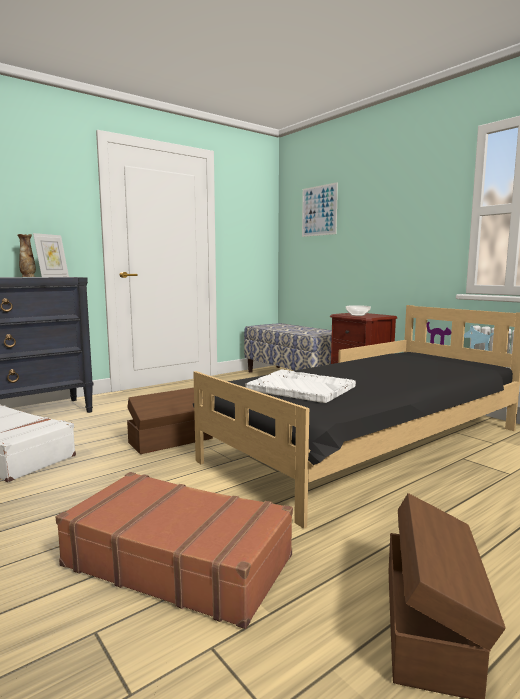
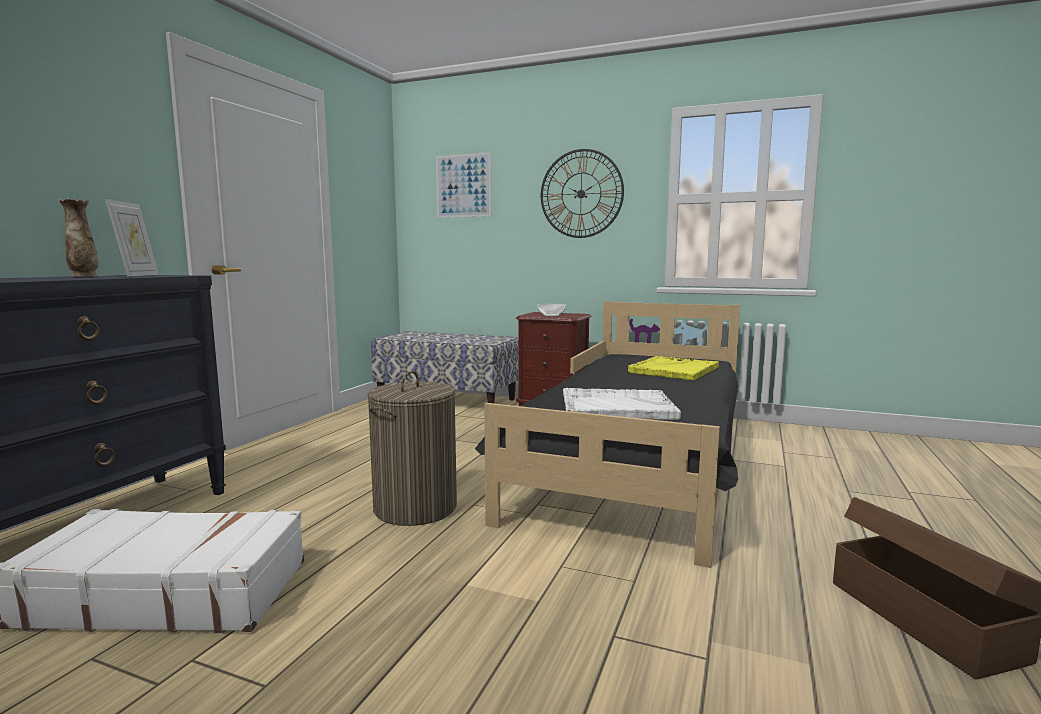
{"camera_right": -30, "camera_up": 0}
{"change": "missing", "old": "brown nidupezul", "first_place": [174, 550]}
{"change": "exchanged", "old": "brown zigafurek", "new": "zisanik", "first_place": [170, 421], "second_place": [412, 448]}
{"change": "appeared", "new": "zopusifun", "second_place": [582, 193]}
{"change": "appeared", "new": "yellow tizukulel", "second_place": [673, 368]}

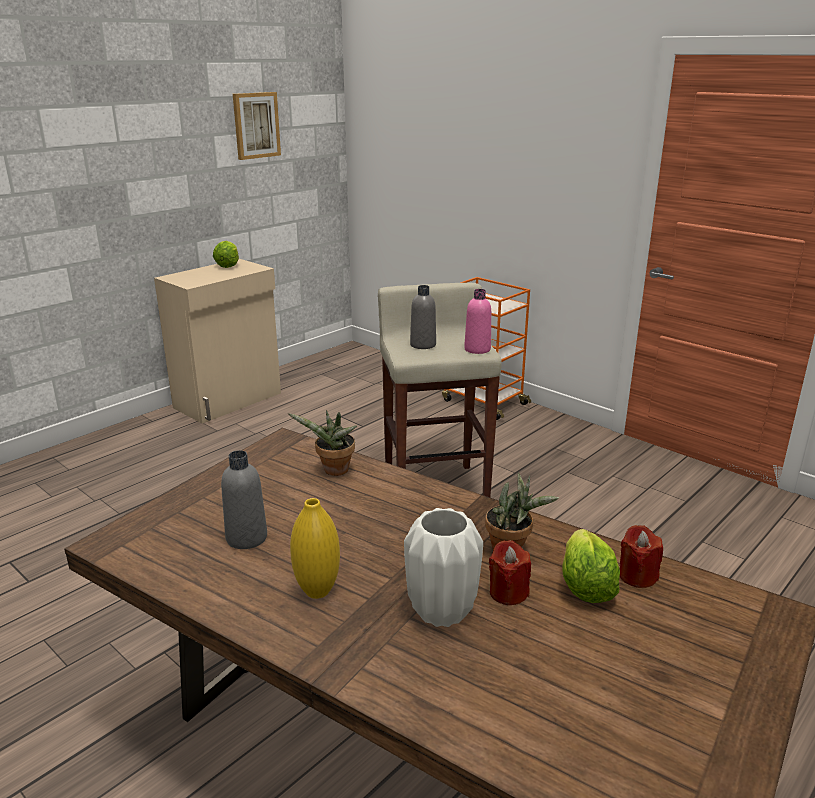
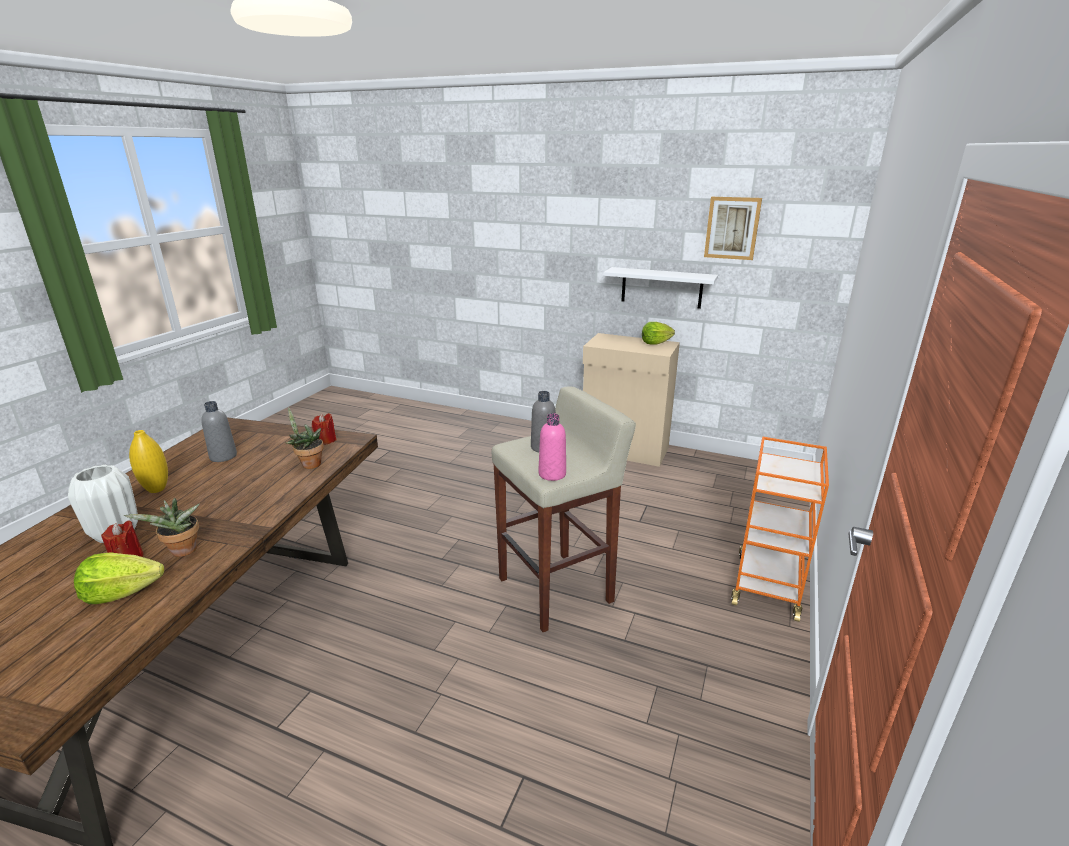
{"camera_right": 70, "camera_up": 0}
{"change": "relocated", "old": "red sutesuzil", "first_place": [641, 556], "second_place": [324, 429]}
{"change": "appeared", "new": "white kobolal", "second_place": [660, 288]}

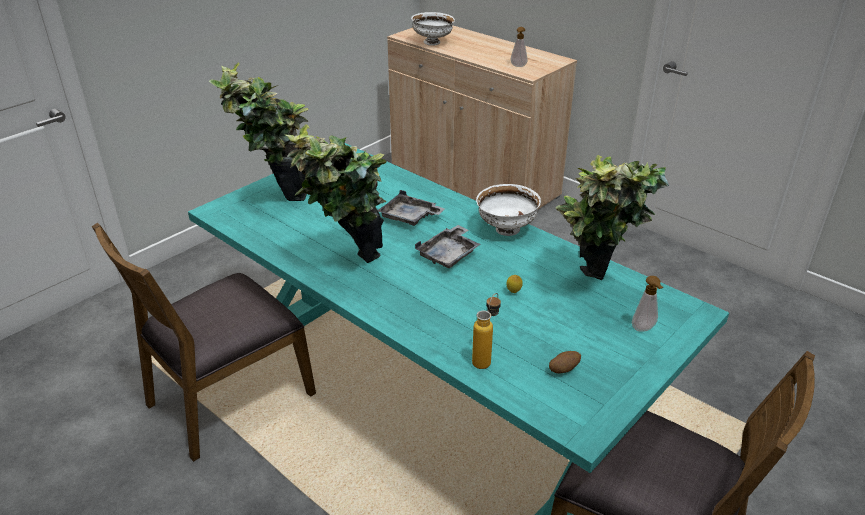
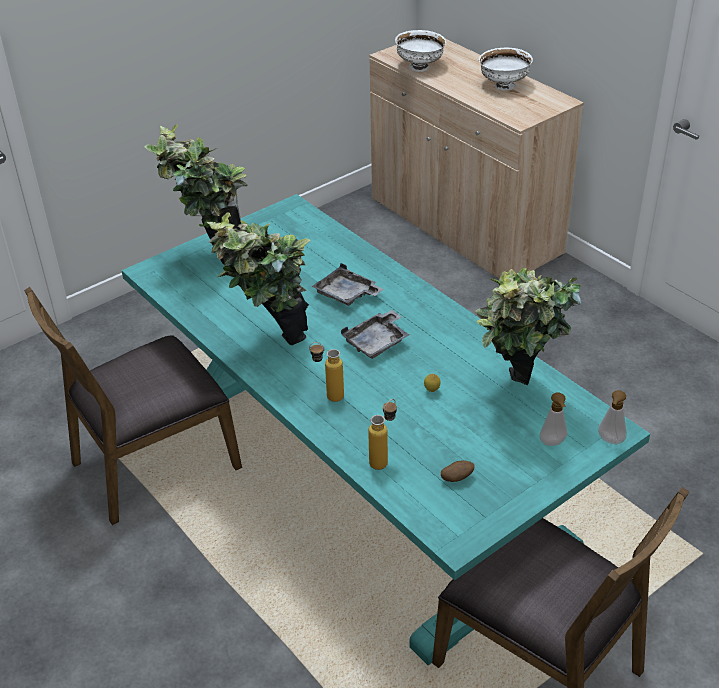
{"camera_right": 10, "camera_up": 5}
{"change": "relocated", "old": "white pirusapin", "first_place": [508, 210], "second_place": [506, 69]}
{"change": "relocated", "old": "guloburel", "first_place": [519, 47], "second_place": [612, 417]}
{"change": "appeared", "new": "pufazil", "second_place": [326, 372]}

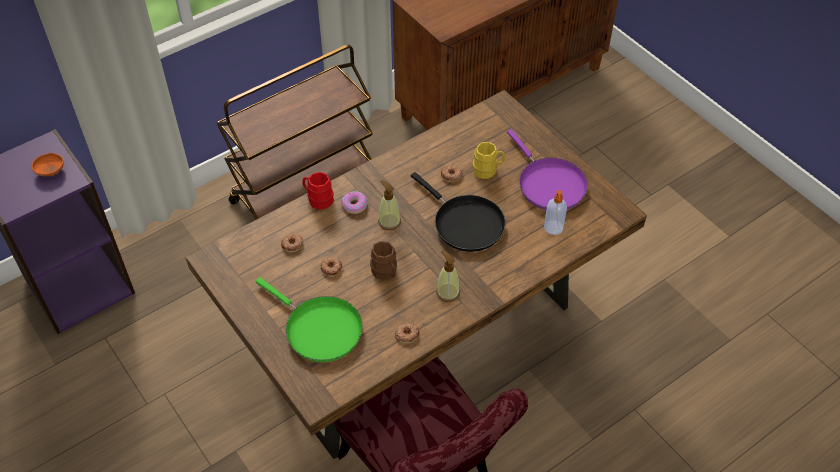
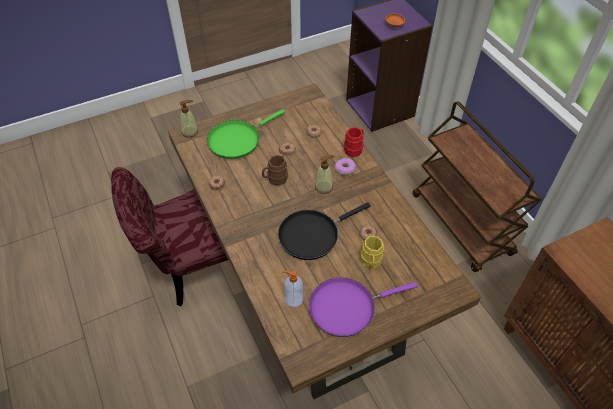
{"camera_right": 100, "camera_up": 0}
{"change": "relocated", "old": "guloburel", "first_place": [448, 276], "second_place": [189, 119]}

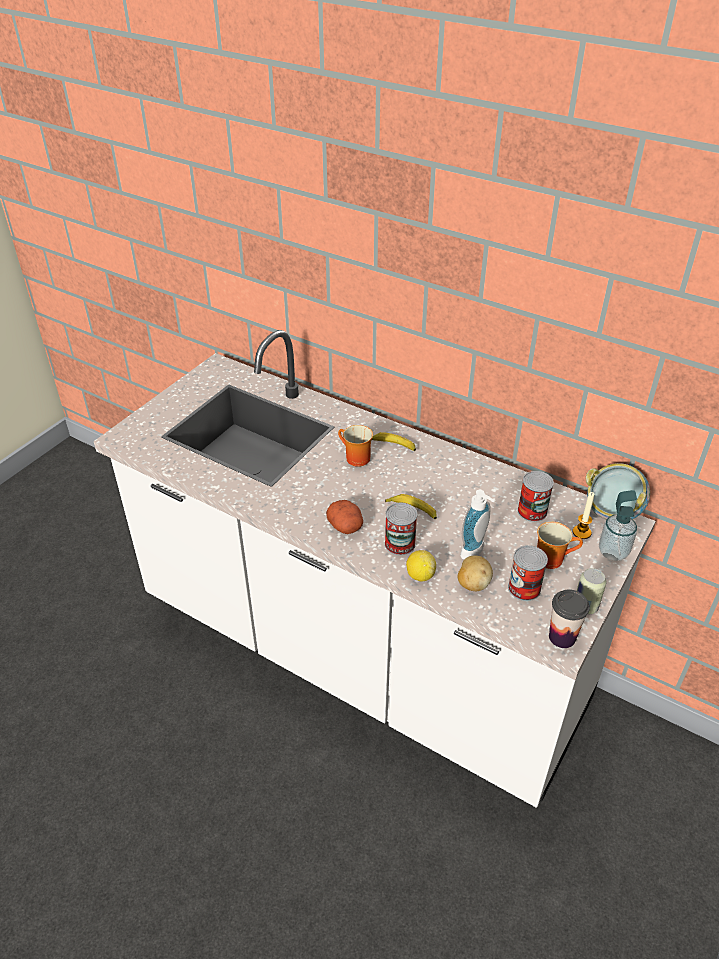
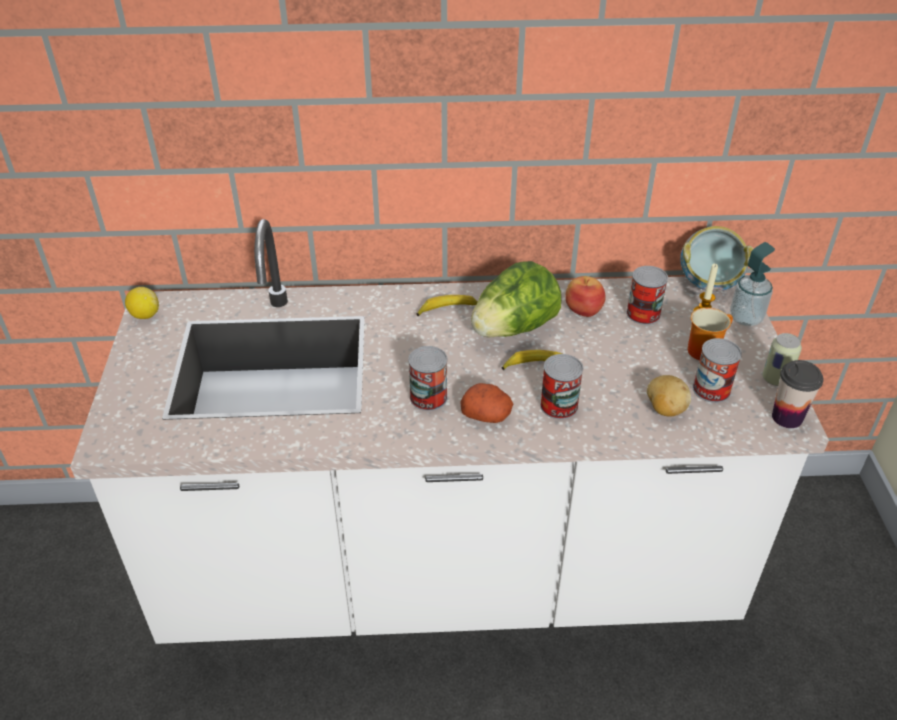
{"camera_right": -35, "camera_up": 0}
{"change": "missing", "old": "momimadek", "first_place": [355, 446]}
{"change": "relocated", "old": "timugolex", "first_place": [421, 566], "second_place": [142, 303]}
{"change": "missing", "old": "guloburel", "first_place": [477, 525]}
{"change": "appeared", "new": "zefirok", "second_place": [427, 378]}
{"change": "appeared", "new": "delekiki", "second_place": [516, 299]}
{"change": "appeared", "new": "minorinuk", "second_place": [585, 296]}

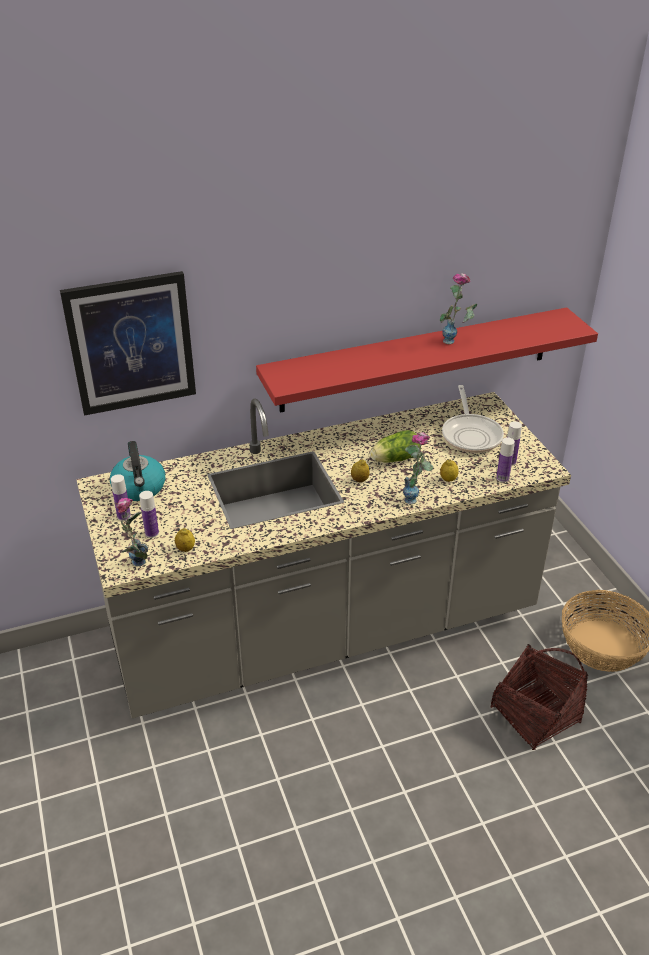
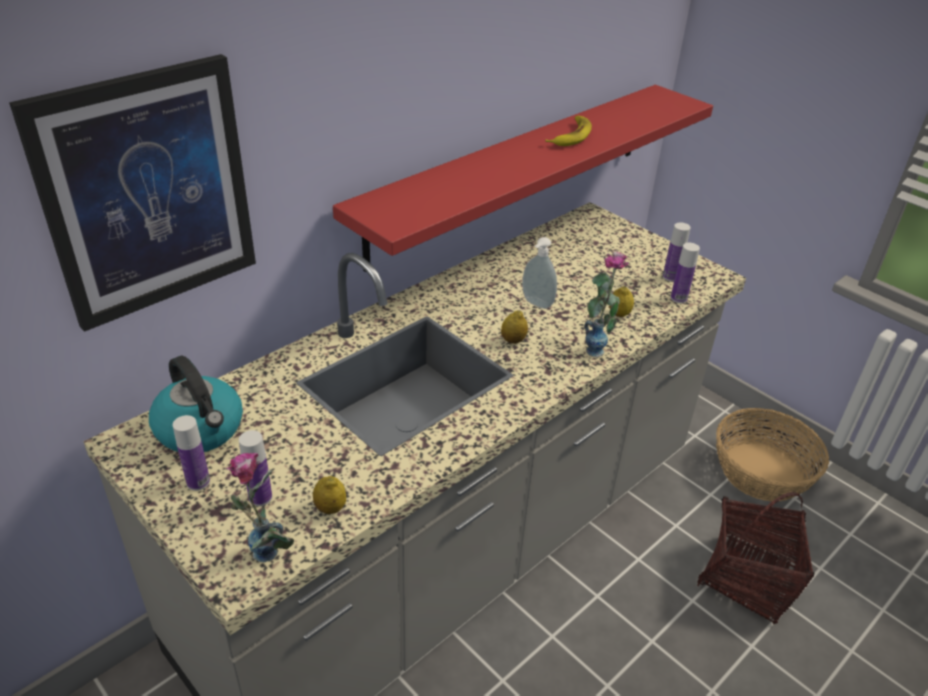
{"camera_right": -25, "camera_up": 0}
{"change": "exchanged", "old": "delekiki", "new": "guloburel", "first_place": [395, 446], "second_place": [539, 273]}
{"change": "exchanged", "old": "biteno", "new": "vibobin", "first_place": [459, 308], "second_place": [568, 131]}
{"change": "missing", "old": "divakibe", "first_place": [473, 419]}

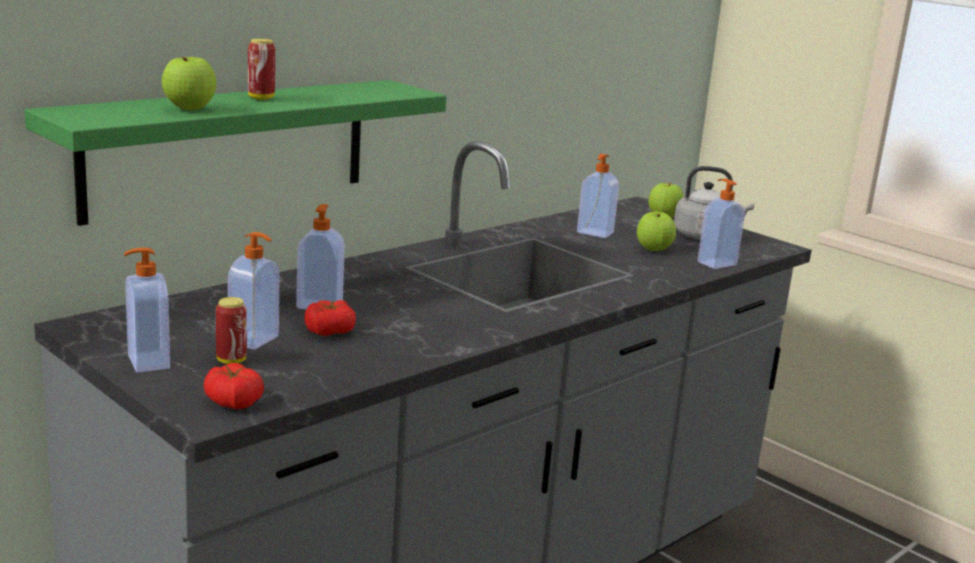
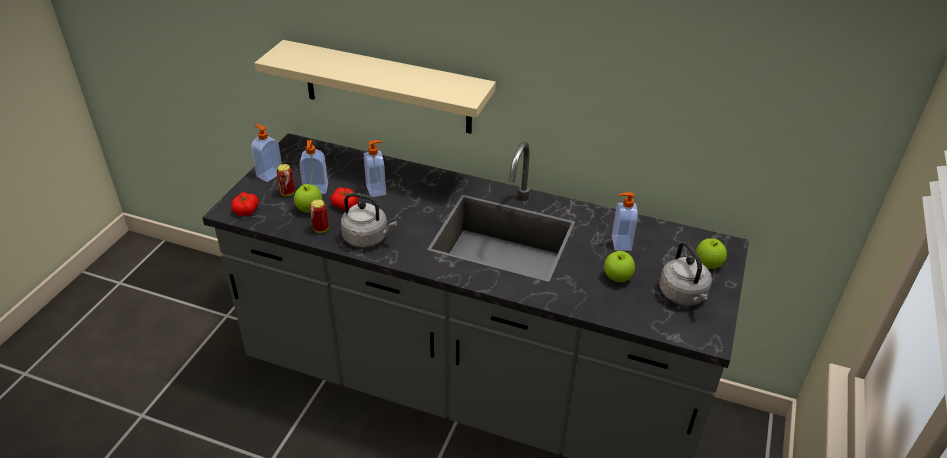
{"camera_right": 65, "camera_up": 20}
{"change": "colour", "old": "green kobolal", "new": "beige kobolal", "first_place": [235, 153], "second_place": [375, 87]}
{"change": "relocated", "old": "minorinuk", "first_place": [189, 83], "second_place": [308, 198]}
{"change": "relocated", "old": "zefirok", "first_place": [261, 69], "second_place": [319, 216]}
{"change": "missing", "old": "guloburel", "first_place": [721, 224]}
{"change": "appeared", "new": "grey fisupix", "second_place": [369, 220]}

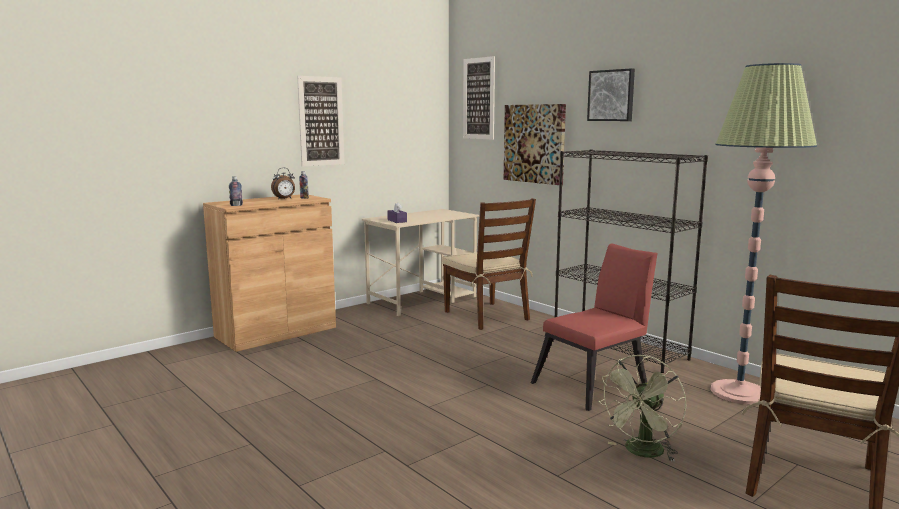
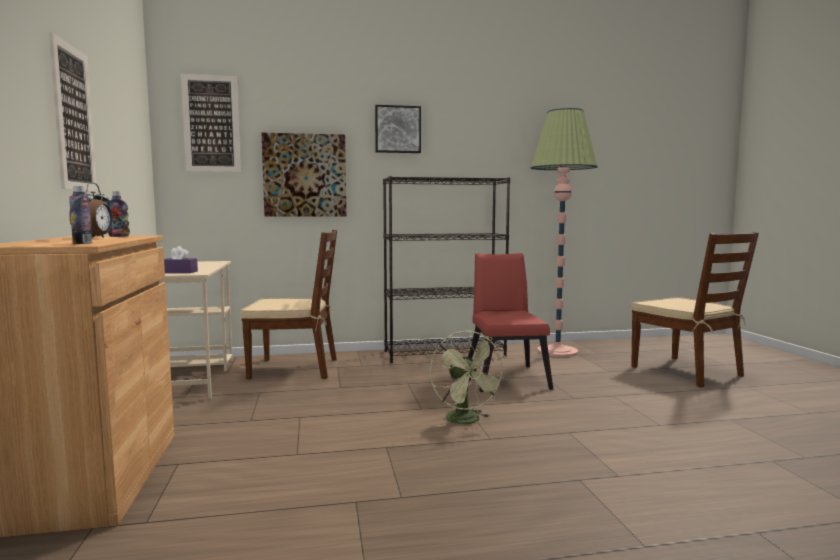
{"camera_right": -60, "camera_up": -5}
{"change": "relocated", "old": "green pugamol", "first_place": [642, 408], "second_place": [468, 378]}

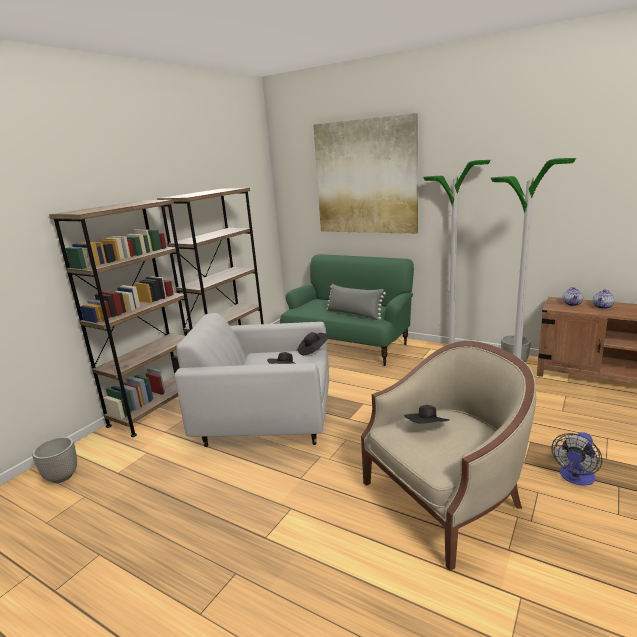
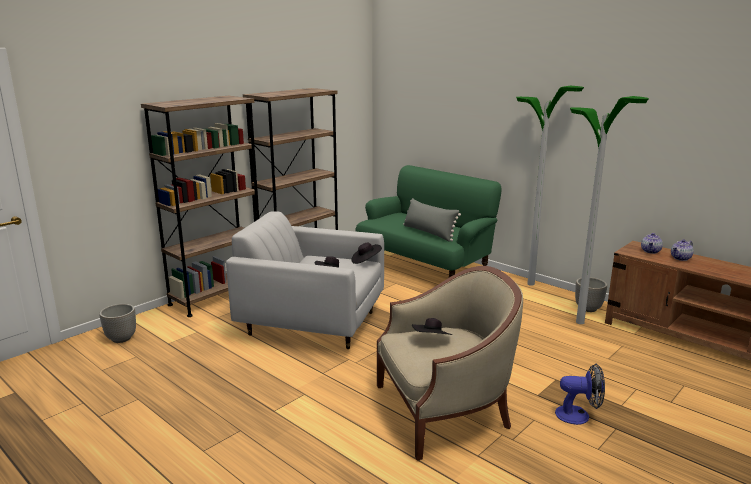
{"camera_right": 10, "camera_up": 0}
{"change": "missing", "old": "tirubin", "first_place": [365, 173]}
{"change": "spun", "old": "pugamol", "first_place": [576, 459], "second_place": [580, 394], "degrees": -135}

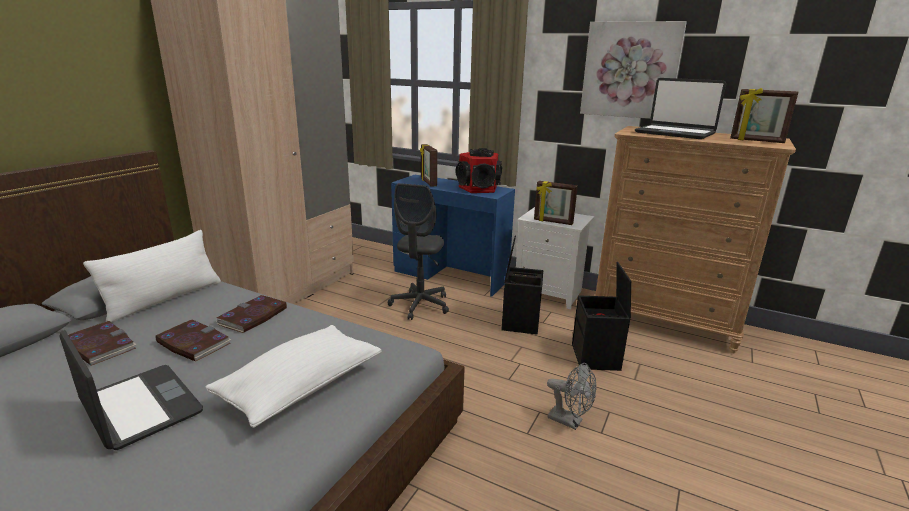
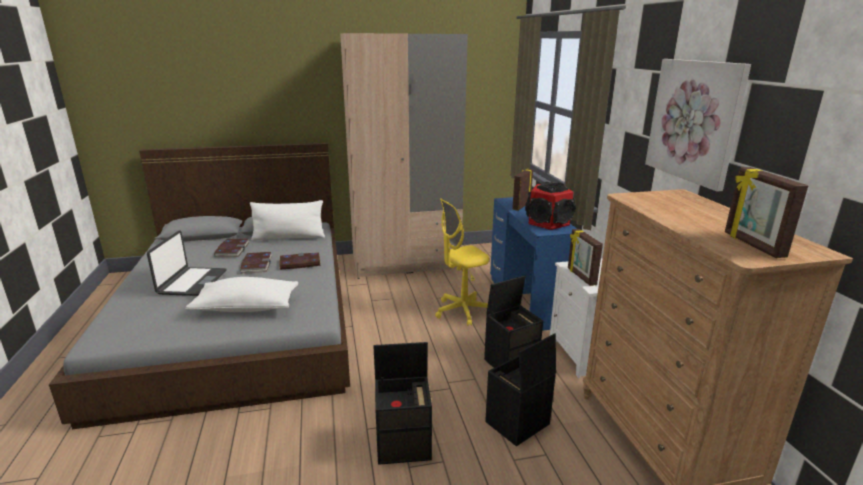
{"camera_right": 50, "camera_up": 0}
{"change": "colour", "old": "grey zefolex", "new": "yellow zefolex", "first_place": [418, 251], "second_place": [462, 262]}
{"change": "exchanged", "old": "grey pugamol", "new": "black zigafurek", "first_place": [572, 396], "second_place": [402, 403]}
{"change": "missing", "old": "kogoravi", "first_place": [680, 108]}

